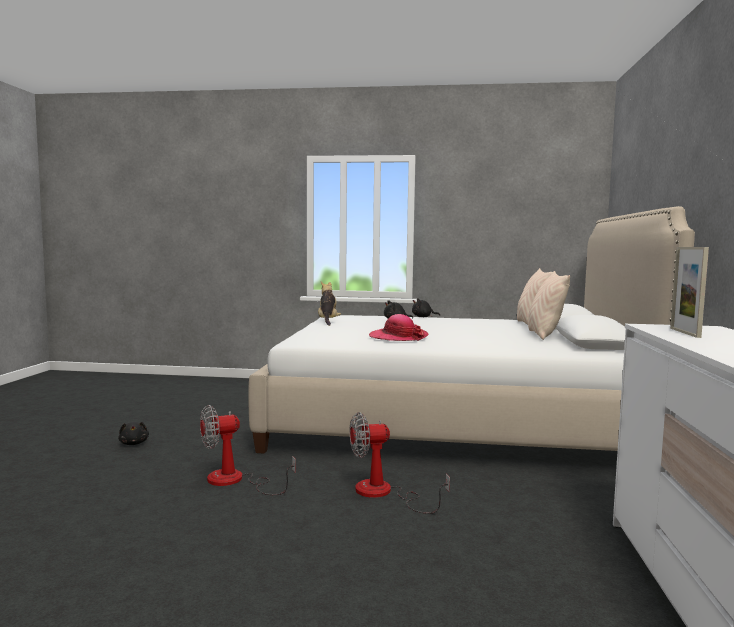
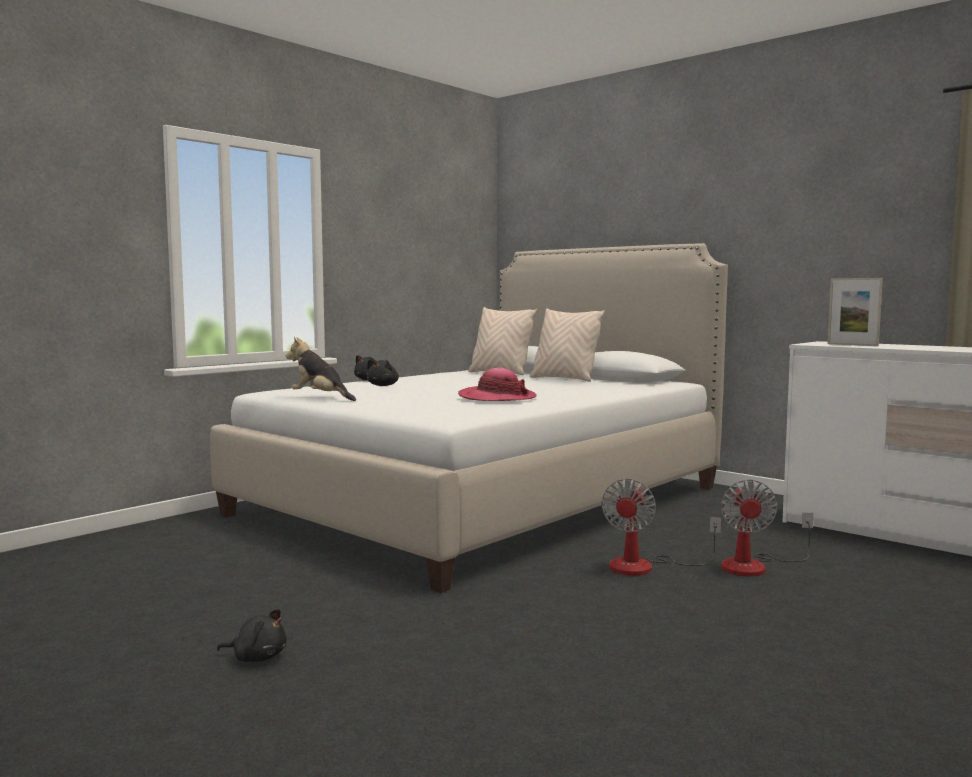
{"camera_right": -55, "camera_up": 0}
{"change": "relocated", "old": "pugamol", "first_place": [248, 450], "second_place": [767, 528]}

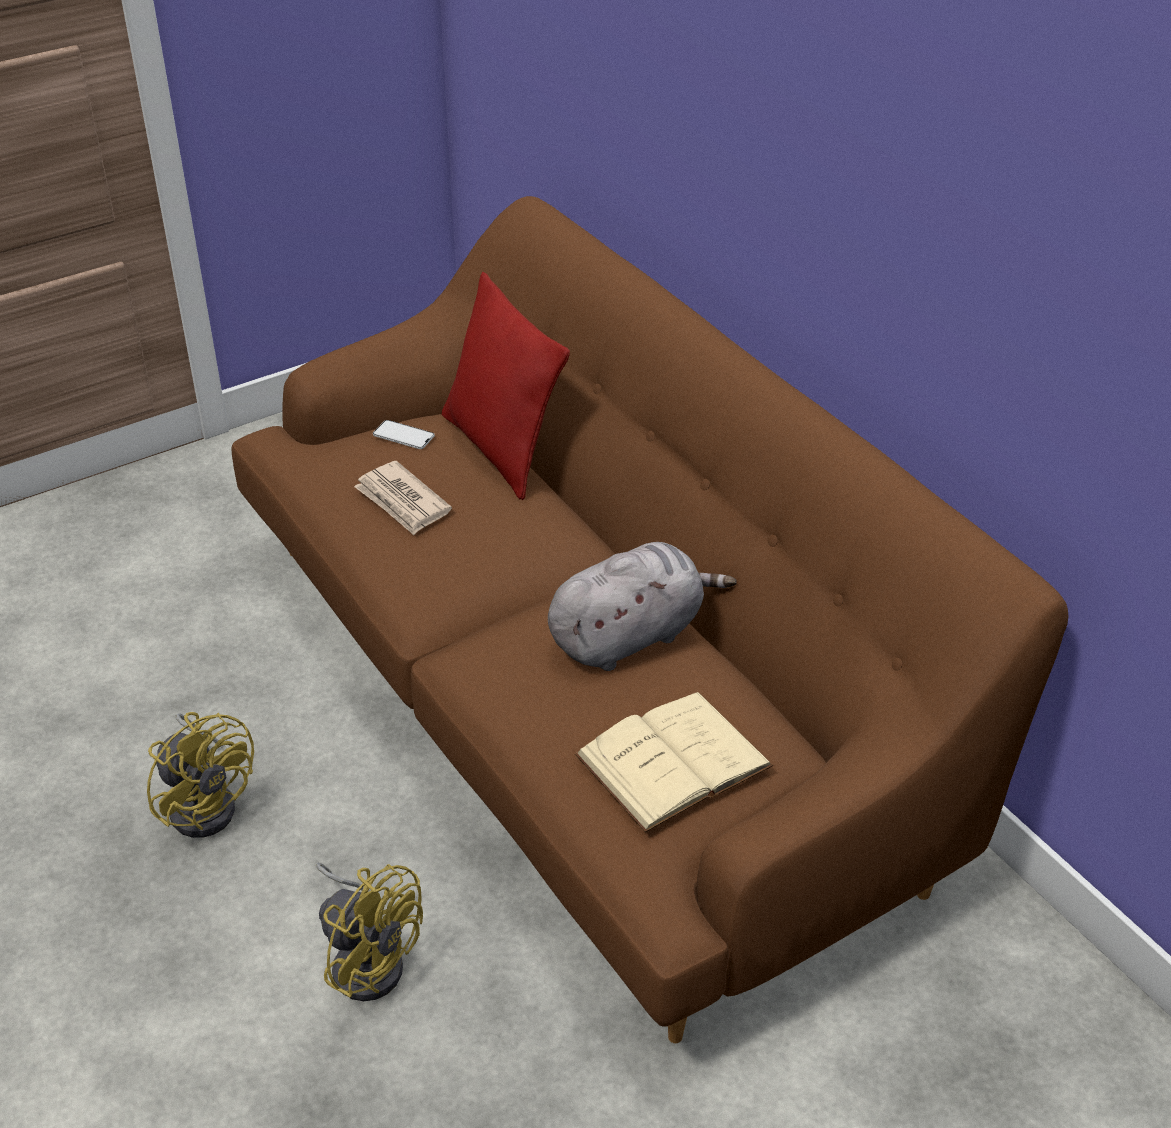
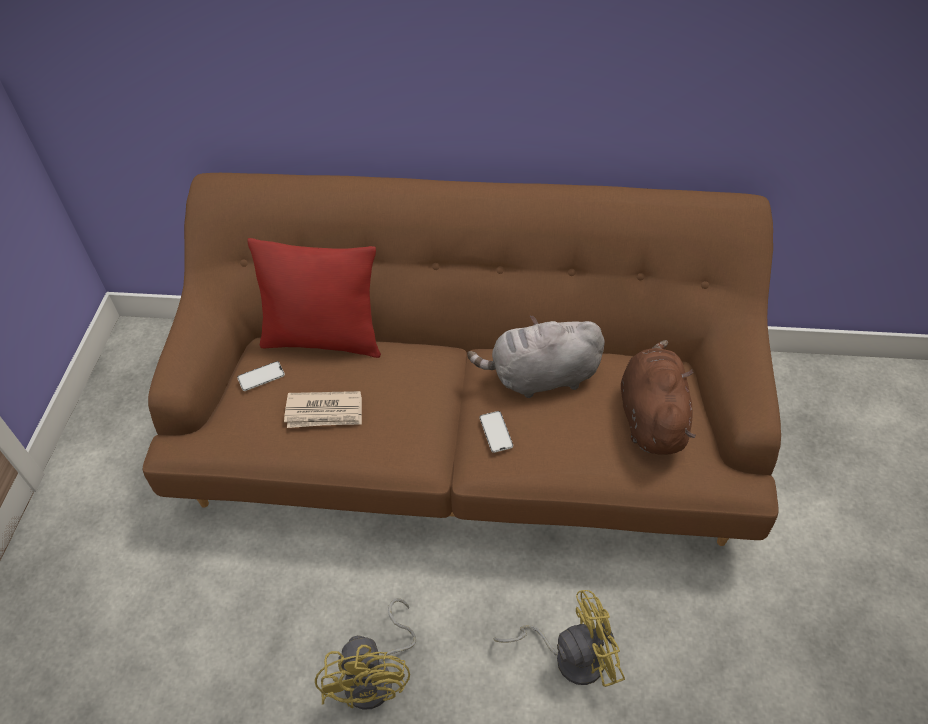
{"camera_right": -50, "camera_up": 10}
{"change": "spun", "old": "yellow pugamol", "first_place": [200, 775], "second_place": [365, 654], "degrees": 90}
{"change": "spun", "old": "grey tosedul", "first_place": [642, 606], "second_place": [536, 357], "degrees": -105}
{"change": "exchanged", "old": "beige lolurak", "new": "brown tosedul", "first_place": [674, 762], "second_place": [658, 397]}
{"change": "appeared", "new": "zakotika", "second_place": [496, 432]}

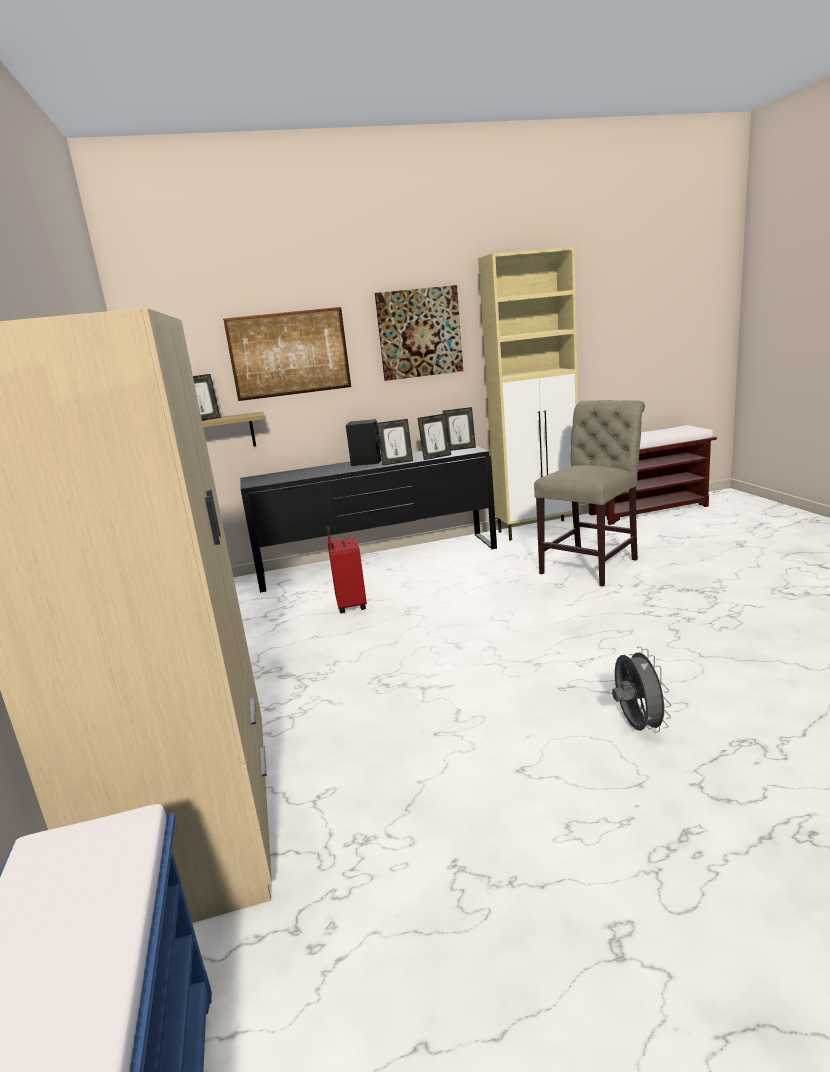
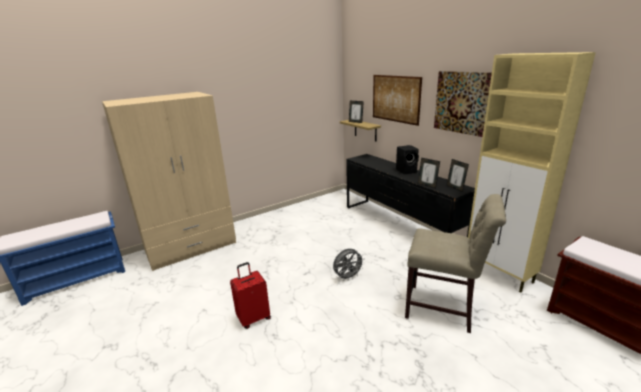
{"camera_right": 70, "camera_up": 5}
{"change": "relocated", "old": "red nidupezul", "first_place": [346, 569], "second_place": [250, 295]}
{"change": "missing", "old": "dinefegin", "first_place": [395, 442]}
{"change": "relocated", "old": "grey pugamol", "first_place": [641, 690], "second_place": [349, 265]}

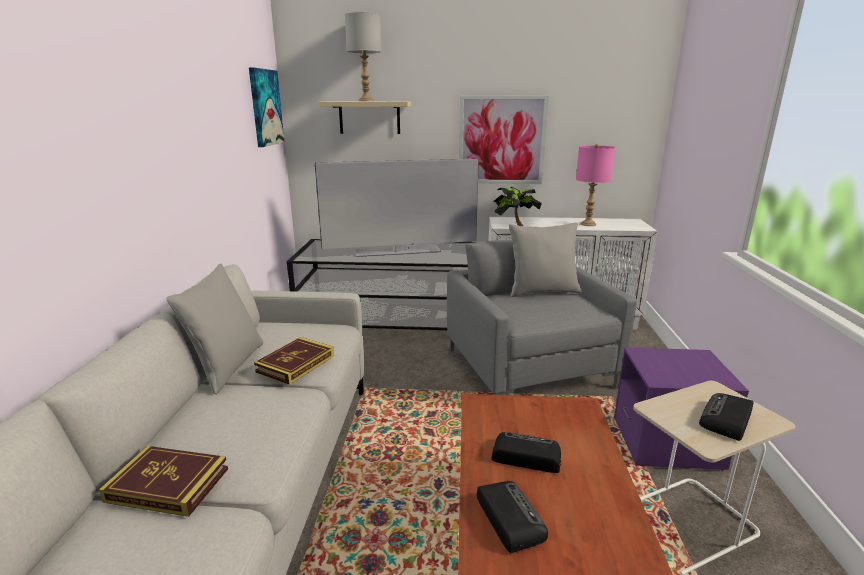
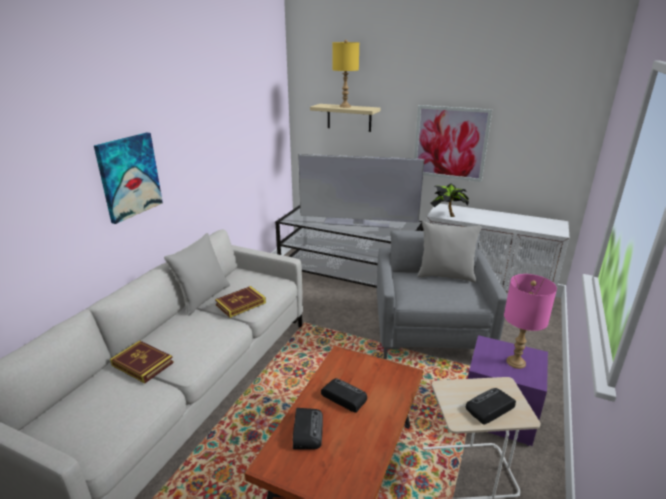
{"camera_right": 20, "camera_up": 5}
{"change": "relocated", "old": "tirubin", "first_place": [266, 107], "second_place": [128, 178]}
{"change": "colour", "old": "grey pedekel", "new": "yellow pedekel", "first_place": [363, 56], "second_place": [345, 74]}
{"change": "relocated", "old": "pink pedekel", "first_place": [595, 185], "second_place": [530, 321]}

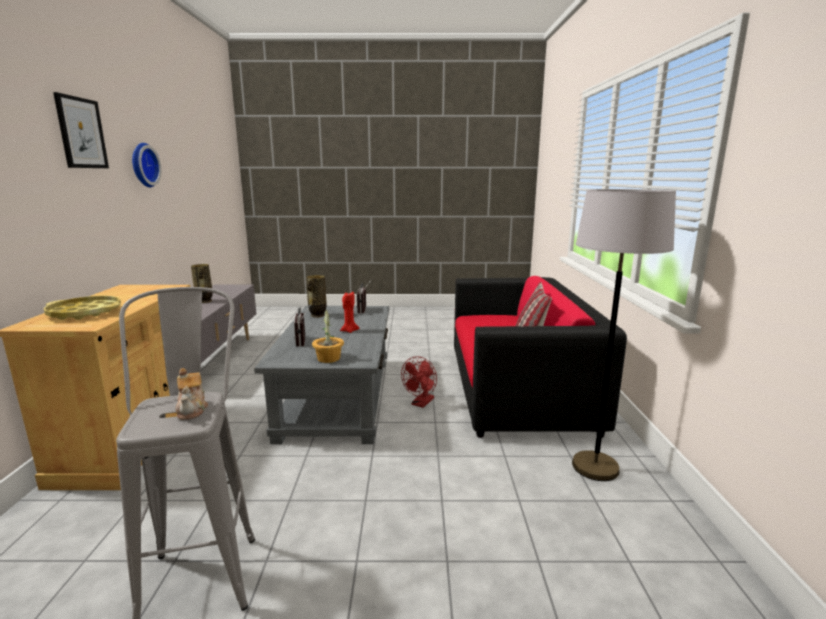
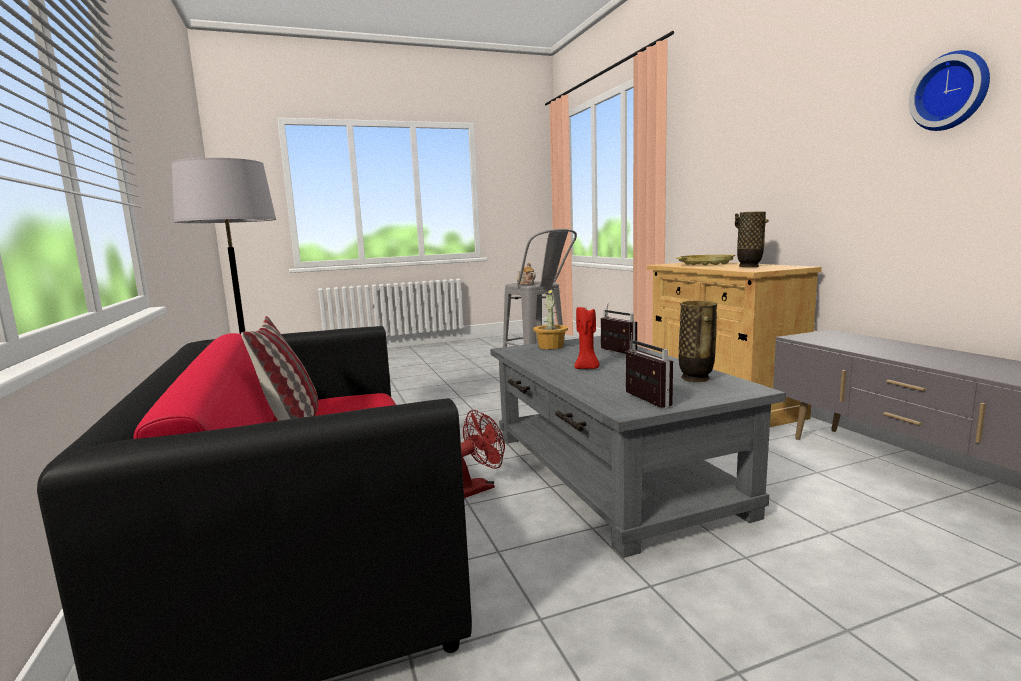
{"camera_right": 160, "camera_up": -5}
{"change": "missing", "old": "tirubin", "first_place": [81, 130]}
{"change": "relocated", "old": "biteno", "first_place": [202, 283], "second_place": [751, 239]}
{"change": "spun", "old": "red pugamol", "first_place": [419, 382], "second_place": [483, 454], "degrees": 45}

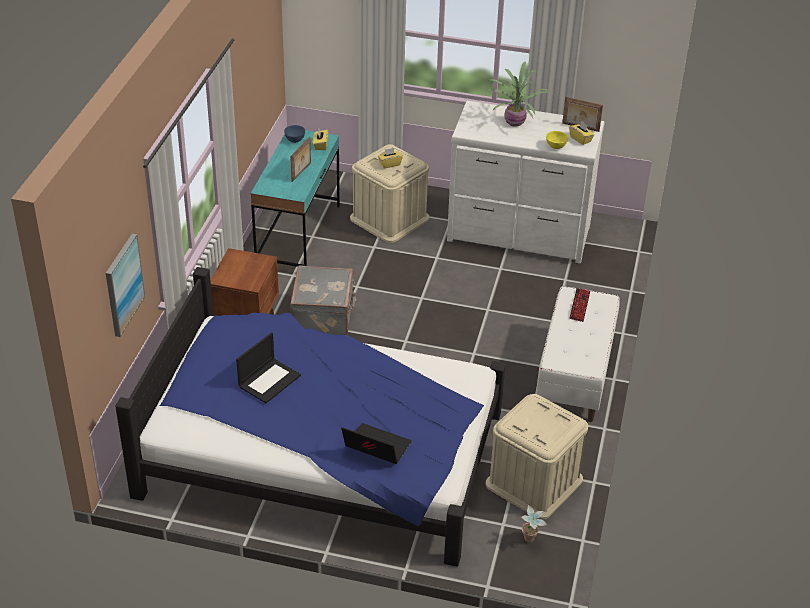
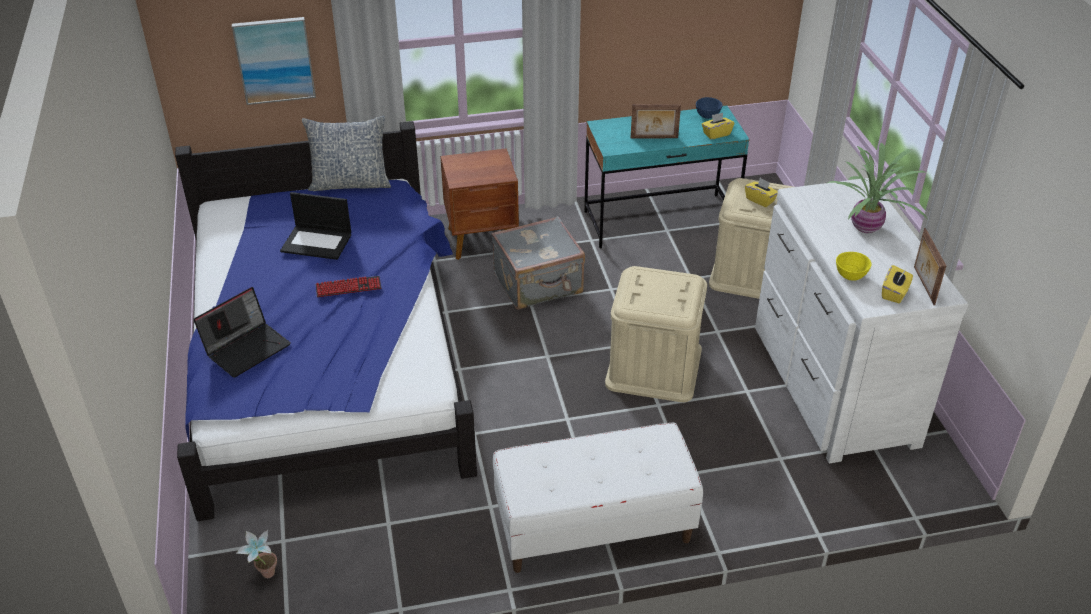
{"camera_right": 65, "camera_up": 0}
{"change": "spun", "old": "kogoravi", "first_place": [376, 443], "second_place": [242, 332], "degrees": 45}
{"change": "relocated", "old": "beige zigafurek", "first_place": [537, 457], "second_place": [656, 334]}
{"change": "relocated", "old": "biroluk", "first_place": [579, 305], "second_place": [348, 286]}
{"change": "appeared", "new": "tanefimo", "second_place": [346, 153]}

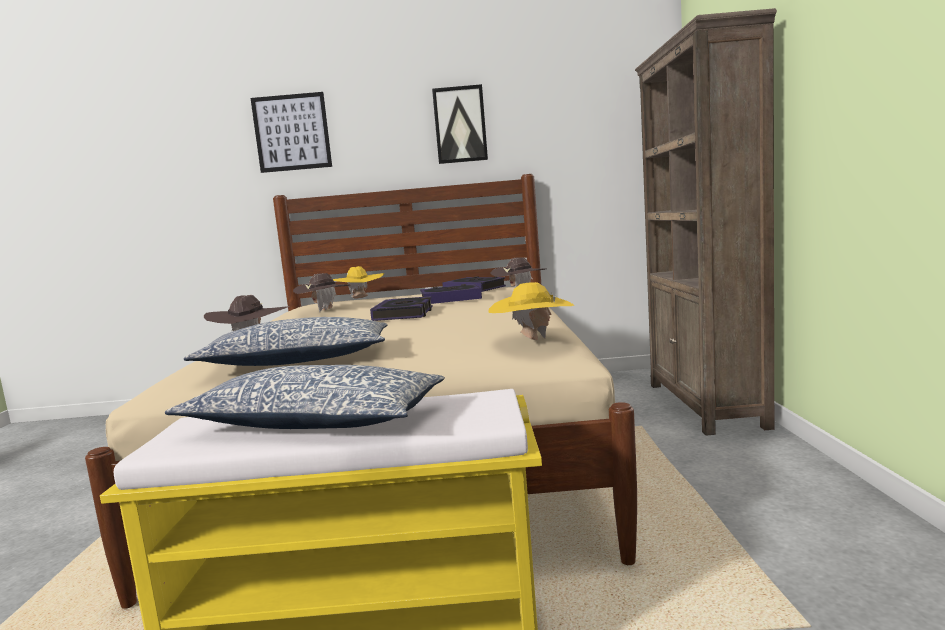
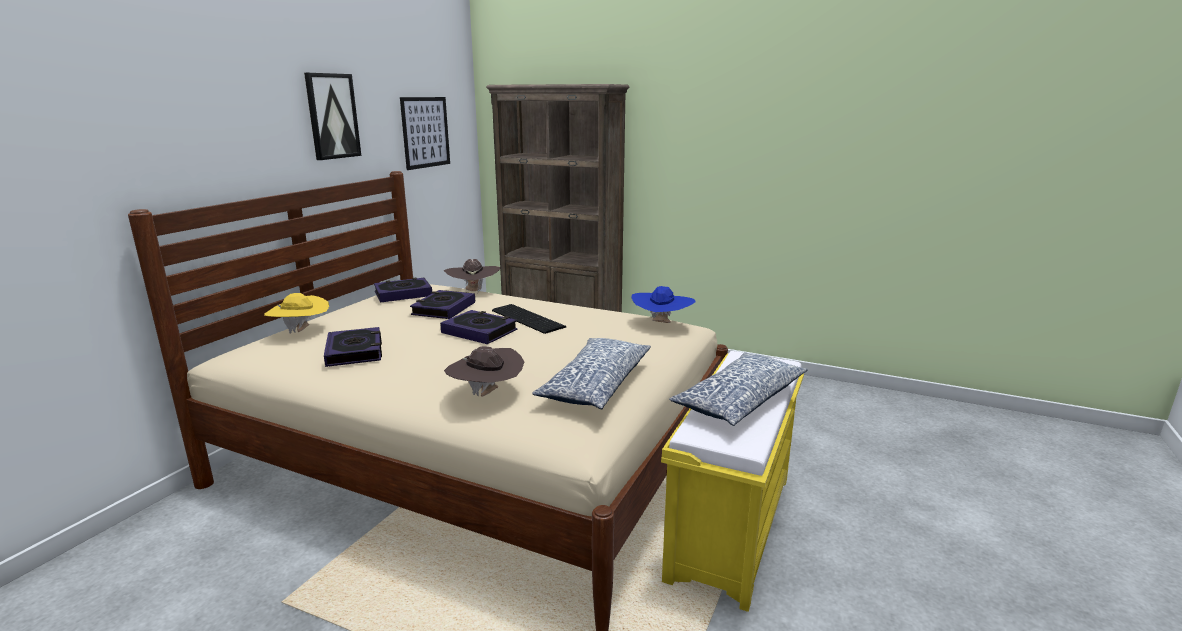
{"camera_right": -65, "camera_up": 10}
{"change": "relocated", "old": "tirubin", "first_place": [291, 132], "second_place": [425, 133]}
{"change": "exchanged", "old": "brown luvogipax", "new": "lolurak", "first_place": [321, 292], "second_place": [353, 347]}
{"change": "colour", "old": "yellow luvogipax", "new": "blue luvogipax", "first_place": [531, 311], "second_place": [663, 304]}
{"change": "appeared", "new": "biroluk", "second_place": [529, 319]}

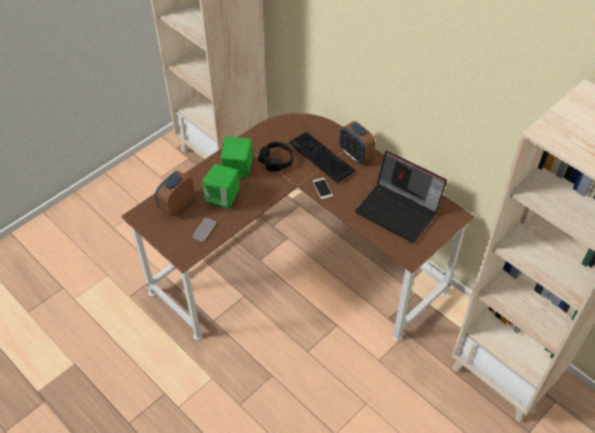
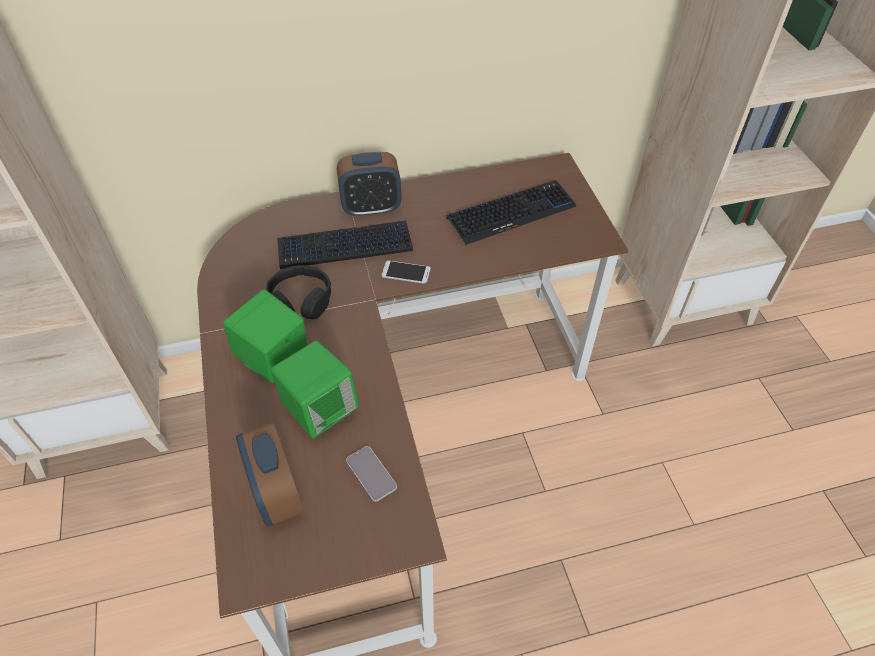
{"camera_right": -60, "camera_up": 0}
{"change": "exchanged", "old": "kogoravi", "new": "biroluk", "first_place": [401, 197], "second_place": [511, 212]}

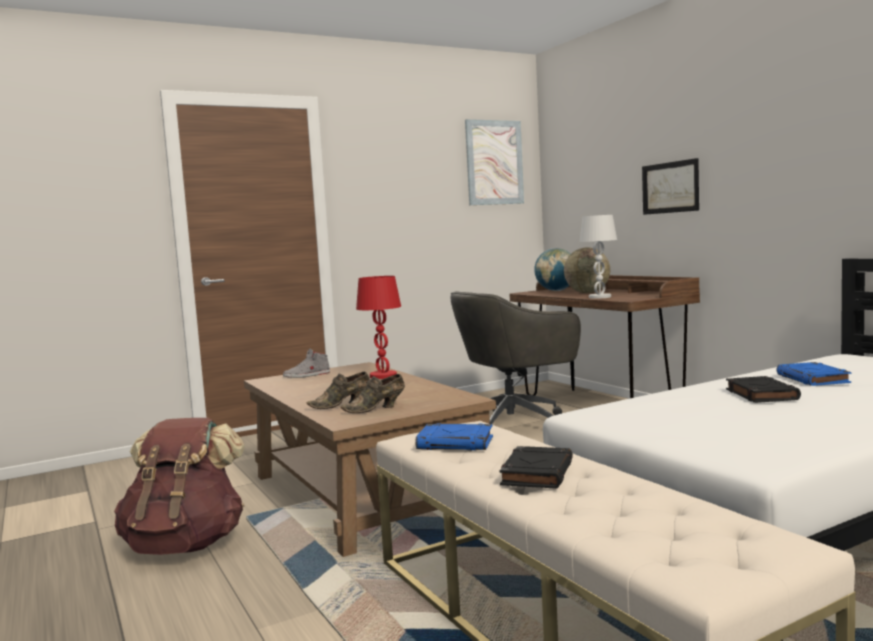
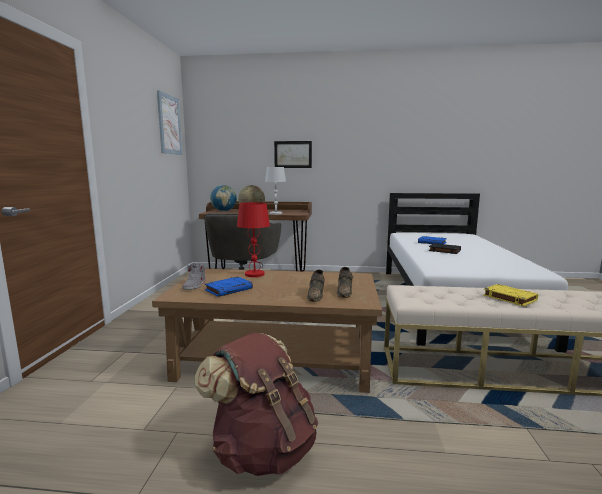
{"camera_right": -55, "camera_up": 5}
{"change": "relocated", "old": "blue lolurak", "first_place": [454, 436], "second_place": [229, 287]}
{"change": "colour", "old": "black lolurak", "new": "yellow lolurak", "first_place": [536, 467], "second_place": [510, 295]}

